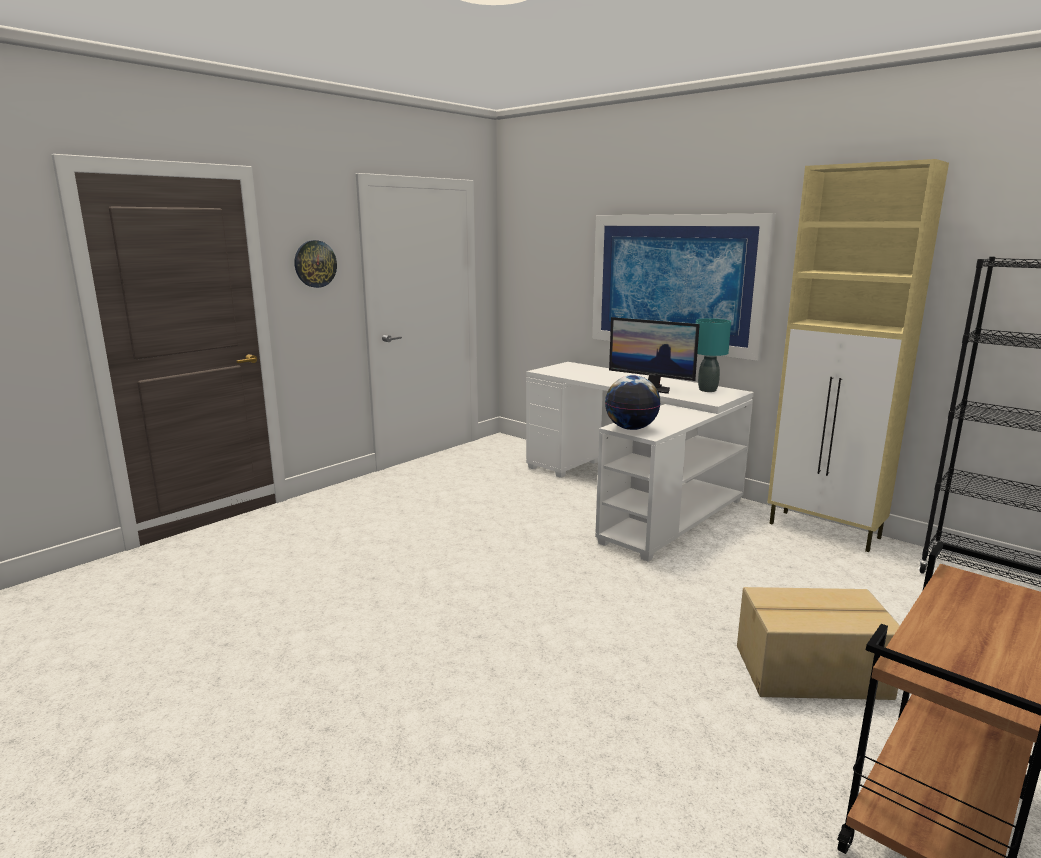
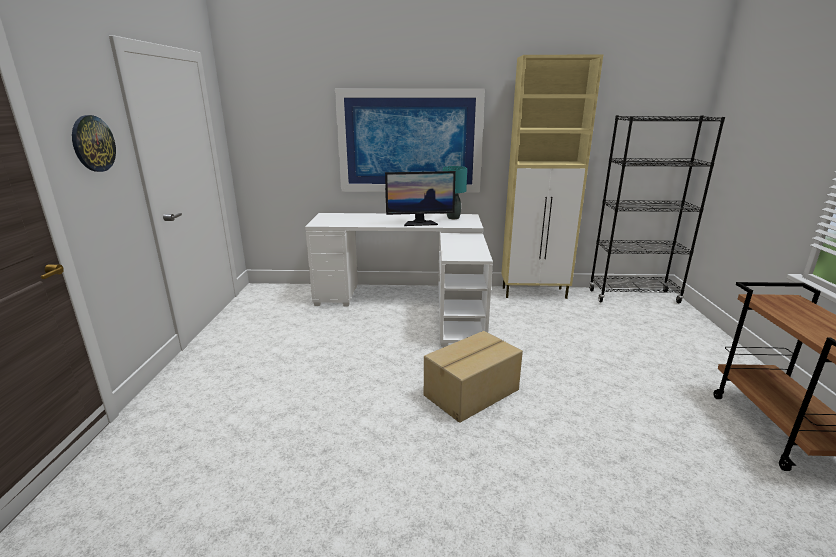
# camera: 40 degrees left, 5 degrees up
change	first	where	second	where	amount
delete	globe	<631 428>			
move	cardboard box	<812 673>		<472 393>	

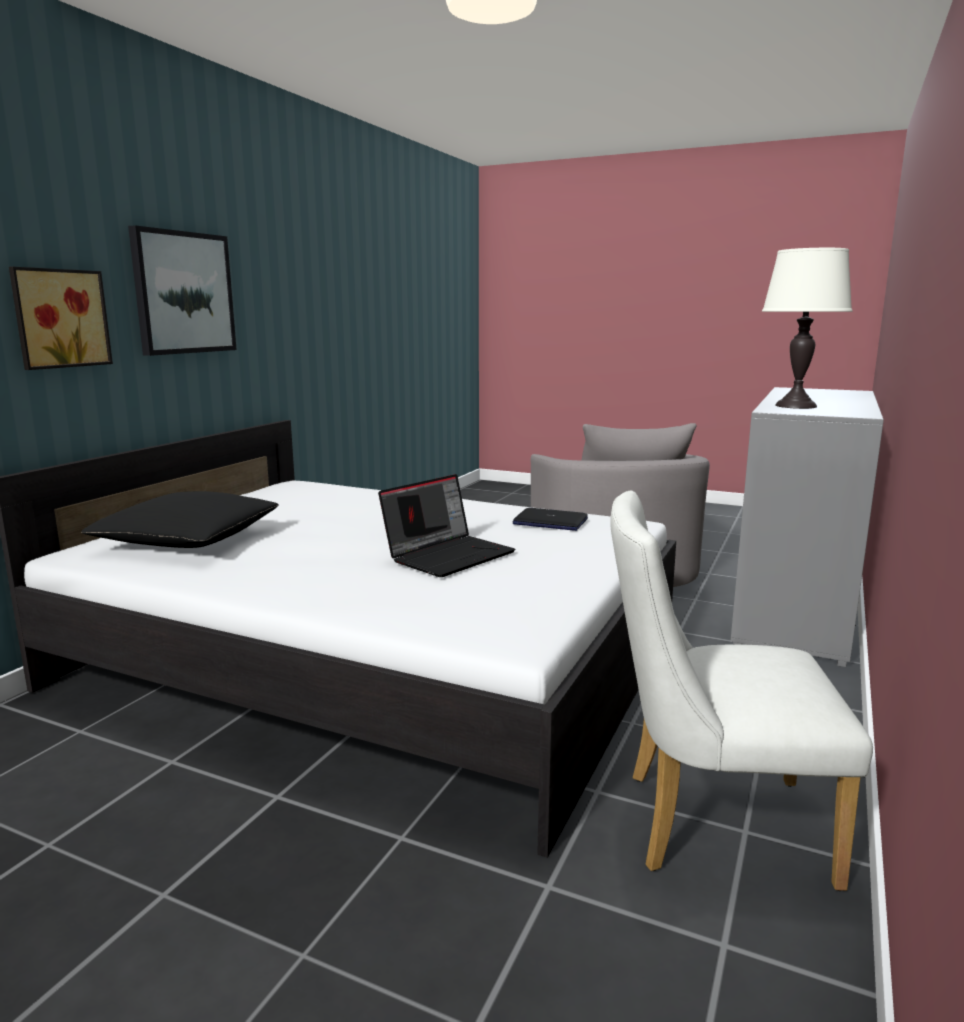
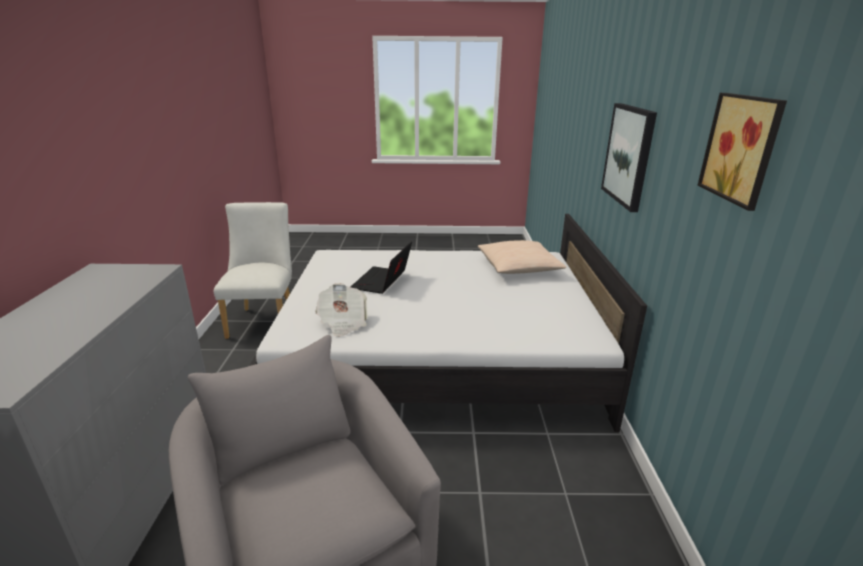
# camera: 155 degrees right, 10 degrees up
change	first	where	second	where	amount
delete	table lamp in white	<795 406>			
move	picture	<59 318>		<743 148>	
replace	laptop	<550 521>	newspaper	<343 322>	
recolor	pillow in black	<188 540>	pillow in beige	<519 267>	
rotate	chair in white	<708 825>		<264 320>	75 degrees counterclockwise

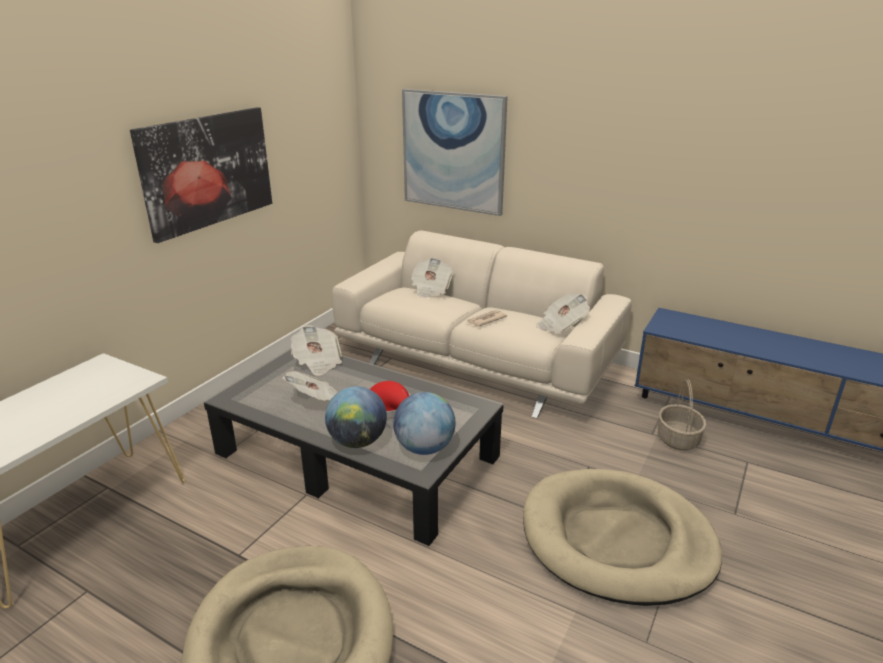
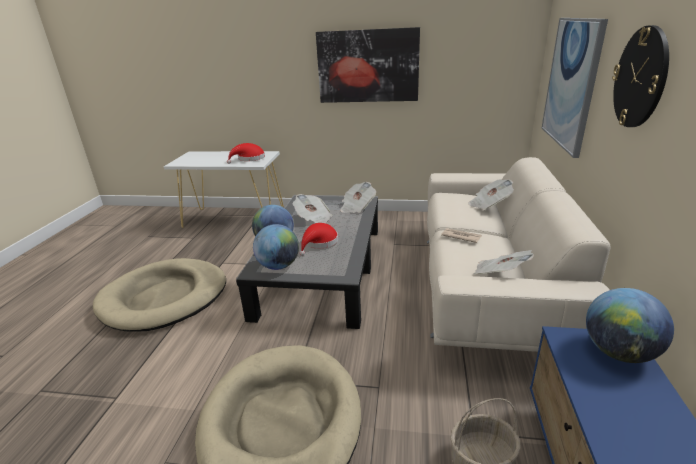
# camera: 70 degrees right, 0 degrees up
change	first	where	second	where	amount
insert			hat in red	<249 159>	
insert			globe	<618 352>	
insert			wall clock	<640 78>	

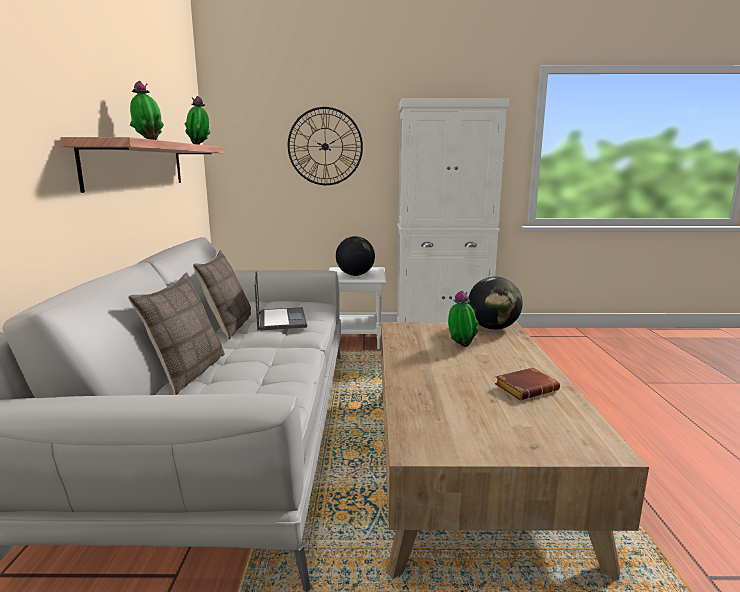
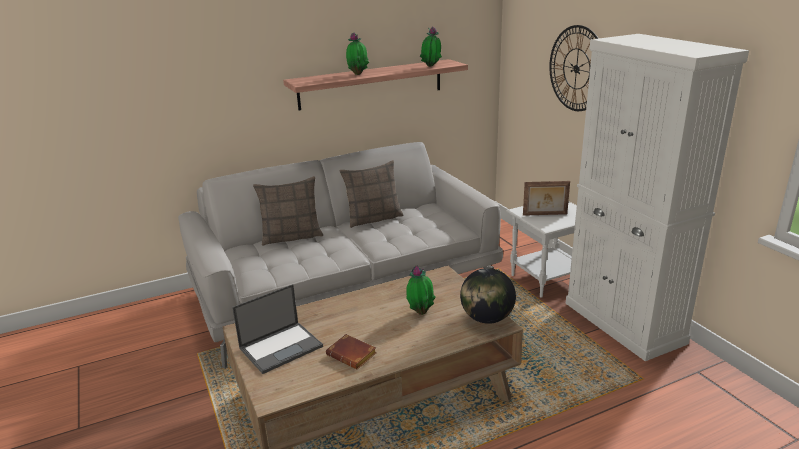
# camera: 65 degrees right, 10 degrees up
change	first	where	second	where	amount
move	laptop	<281 319>		<281 347>	
replace	globe	<355 275>	picture frame	<545 215>	

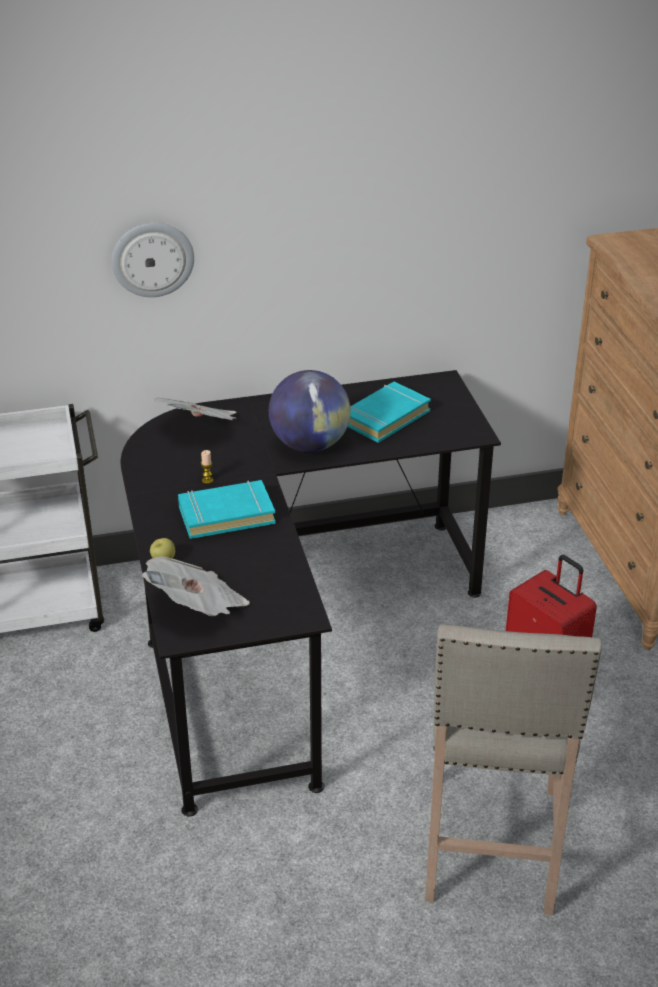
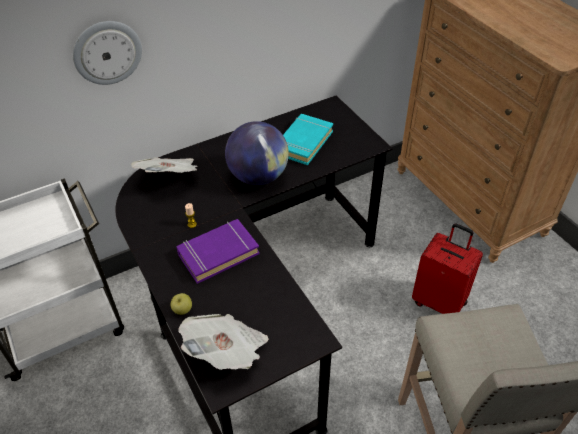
# camera: 15 degrees left, 10 degrees up
change	first	where	second	where	amount
recolor	book in turquoise	<226 515>	book in purple	<218 254>	

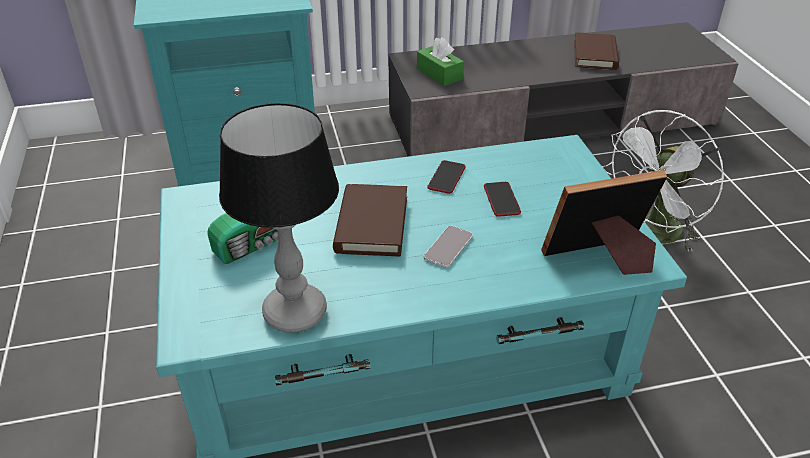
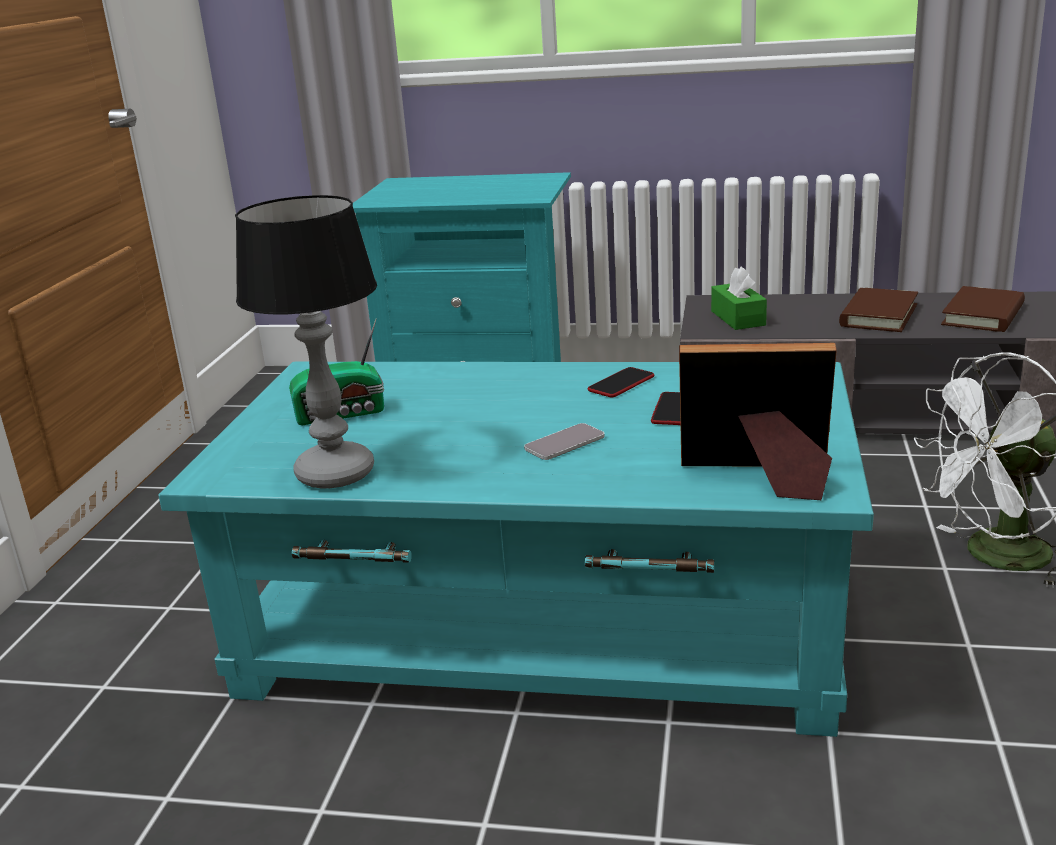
# camera: 25 degrees right, 15 degrees down
change	first	where	second	where	amount
move	book in brown	<371 224>		<878 315>	

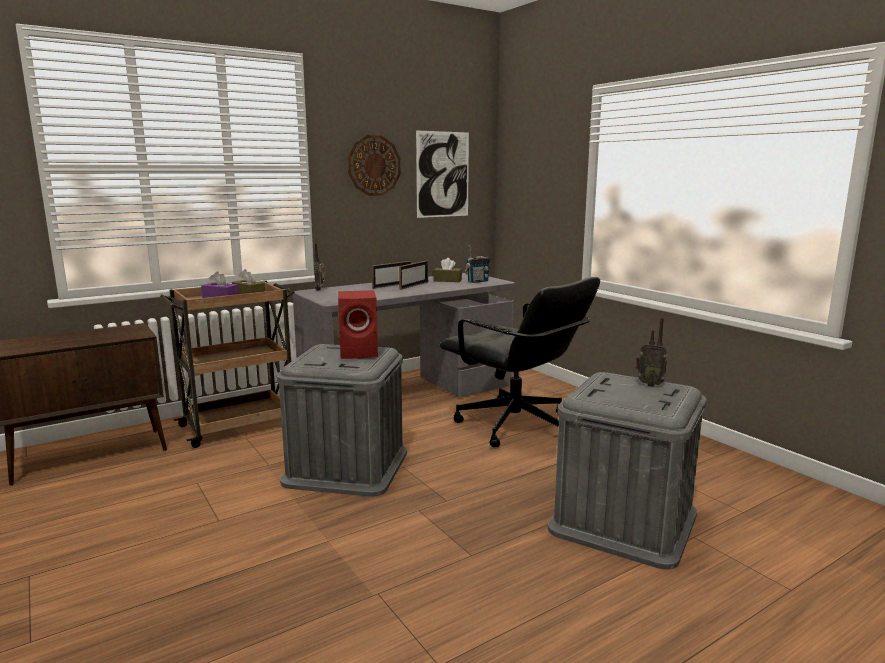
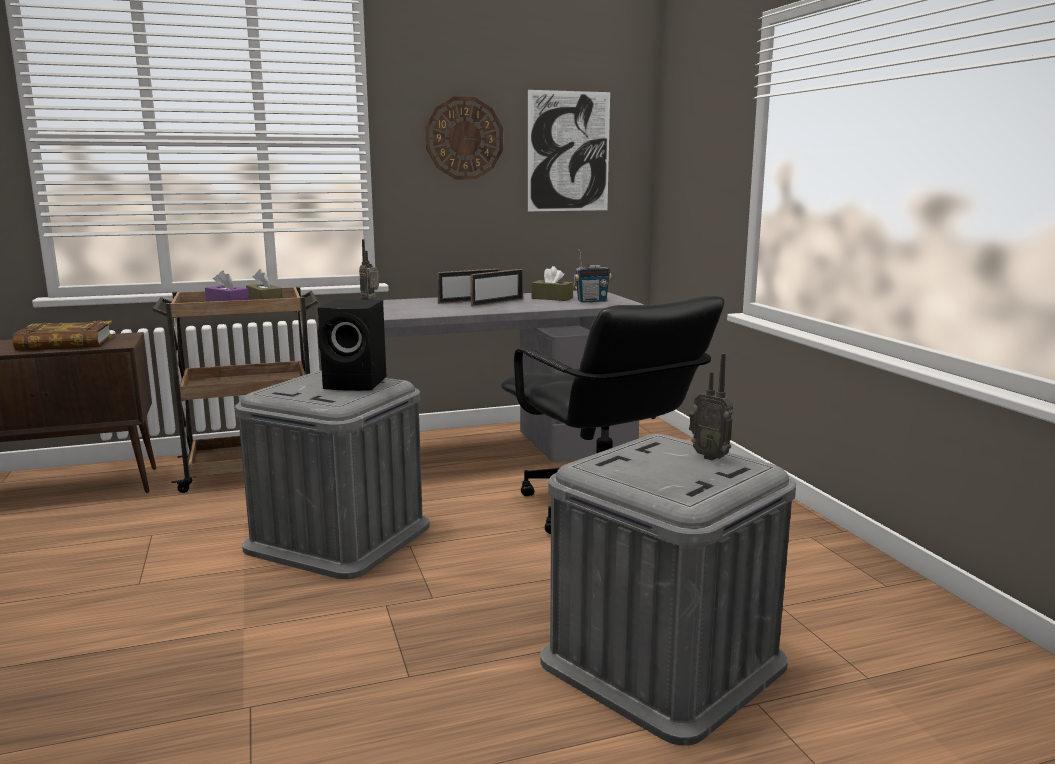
# camera: 15 degrees right, 0 degrees up
change	first	where	second	where	amount
insert			book	<65 343>	
recolor	speaker in red	<360 352>	speaker in black	<357 383>	

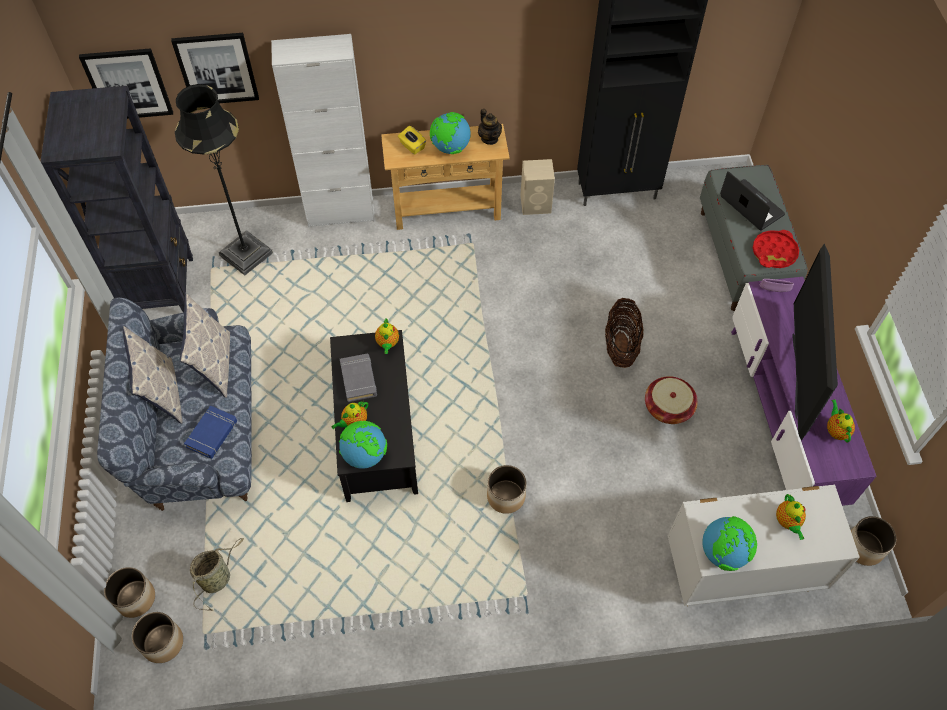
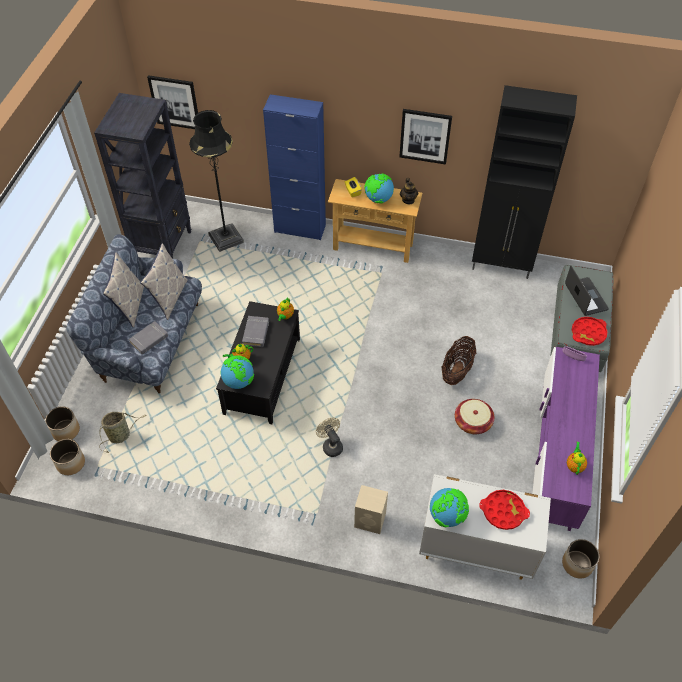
# camera: 20 degrees right, 5 degrees down
change	first	where	second	where	amount
delete	television	<796 374>			
move	picture	<216 68>		<425 136>	
move	speaker in beige	<536 204>		<371 520>	
replace	planter	<506 497>	fan in beige	<331 445>	
replace	teapot	<787 522>	tray in red	<503 511>	
recolor	book in blue	<212 434>	book in grey	<149 339>	
recolor	cabinet in white	<340 212>	cabinet in blue	<300 228>	

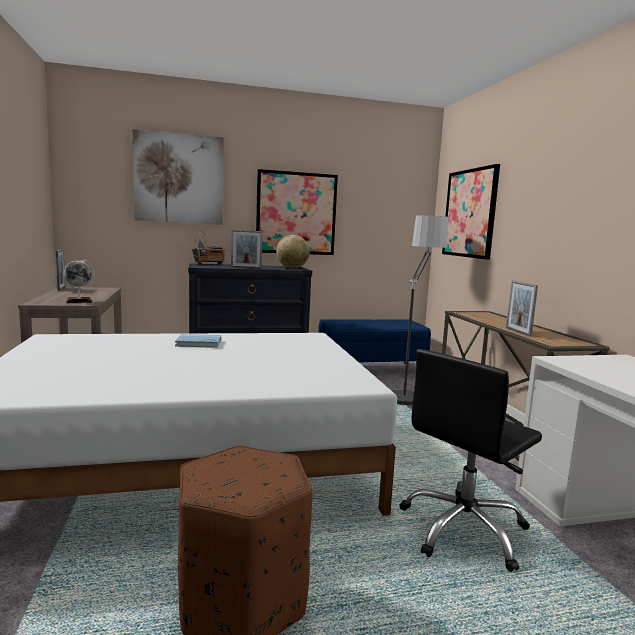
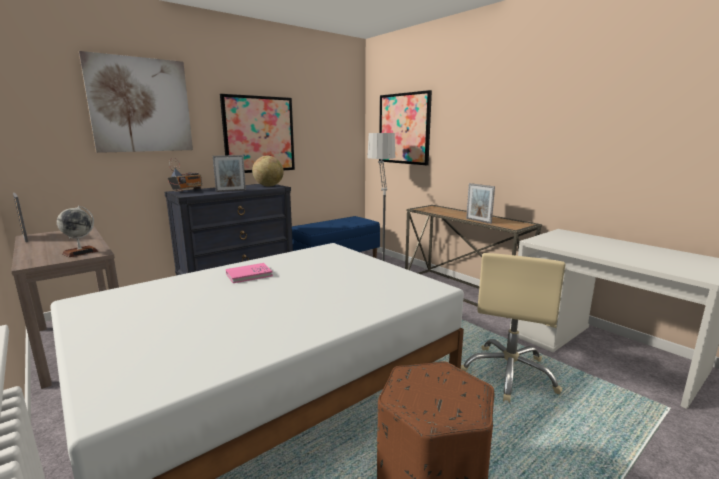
# camera: 25 degrees left, 5 degrees up
change	first	where	second	where	amount
recolor	book in blue	<198 343>	book in pink	<249 275>	
recolor	office chair in black	<464 529>	office chair in beige	<509 374>	

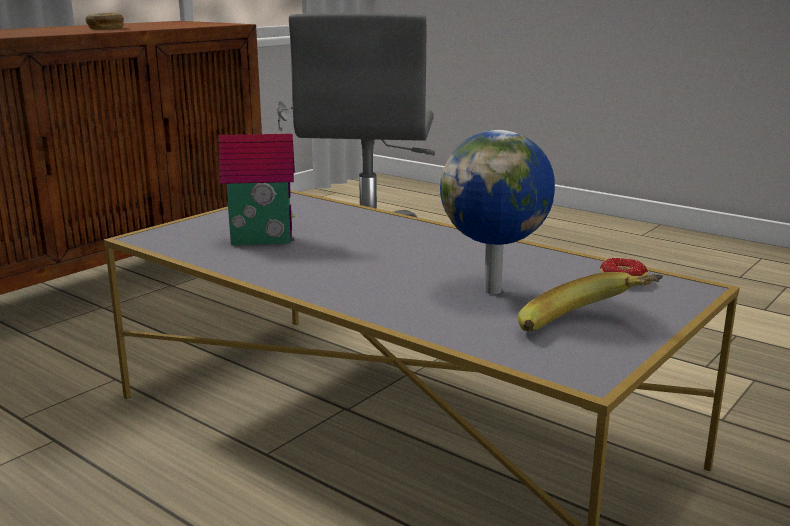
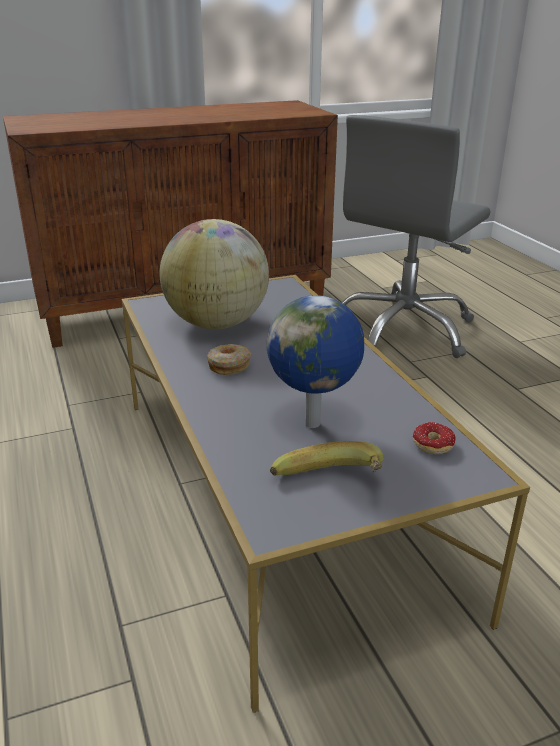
# camera: 30 degrees right, 10 degrees up
change	first	where	second	where	amount
move	donut	<105 28>		<229 365>	
replace	toy house	<262 239>	globe	<216 323>	

